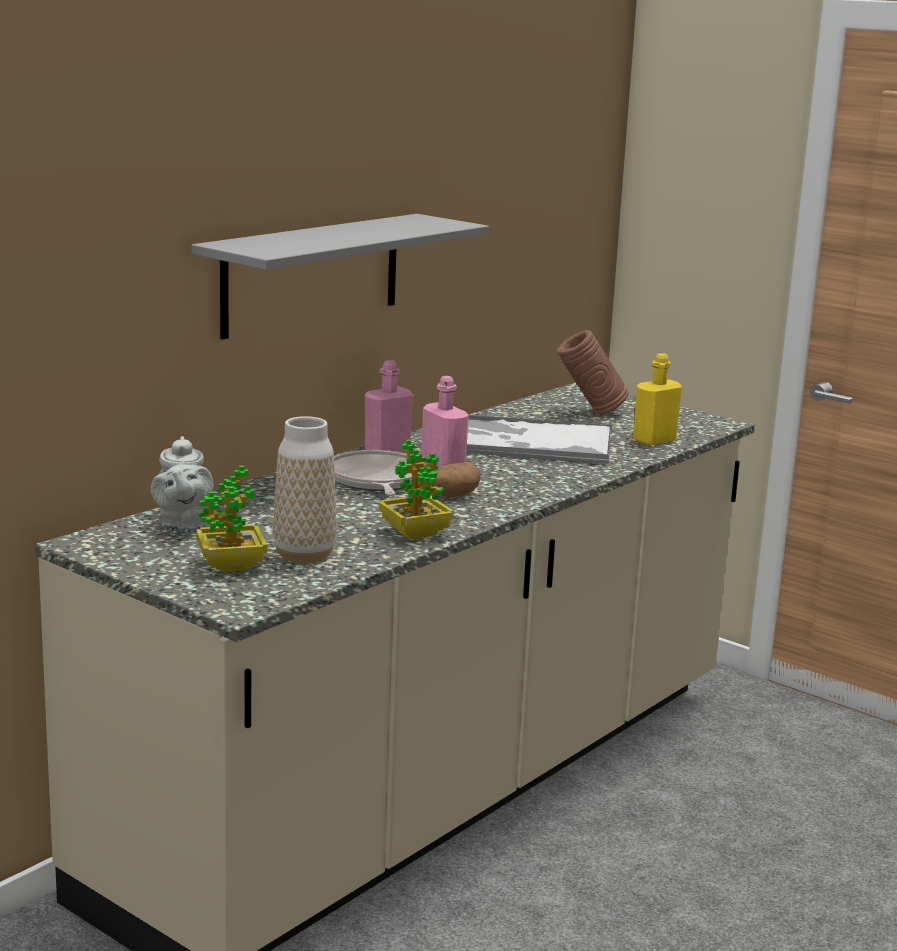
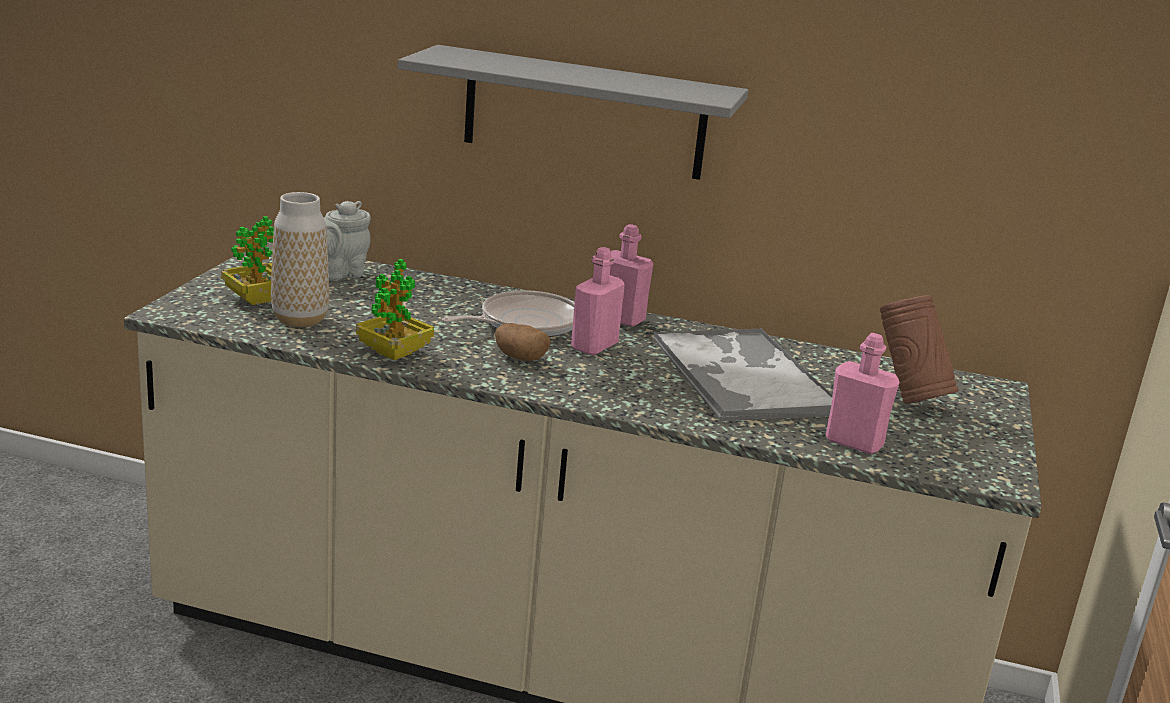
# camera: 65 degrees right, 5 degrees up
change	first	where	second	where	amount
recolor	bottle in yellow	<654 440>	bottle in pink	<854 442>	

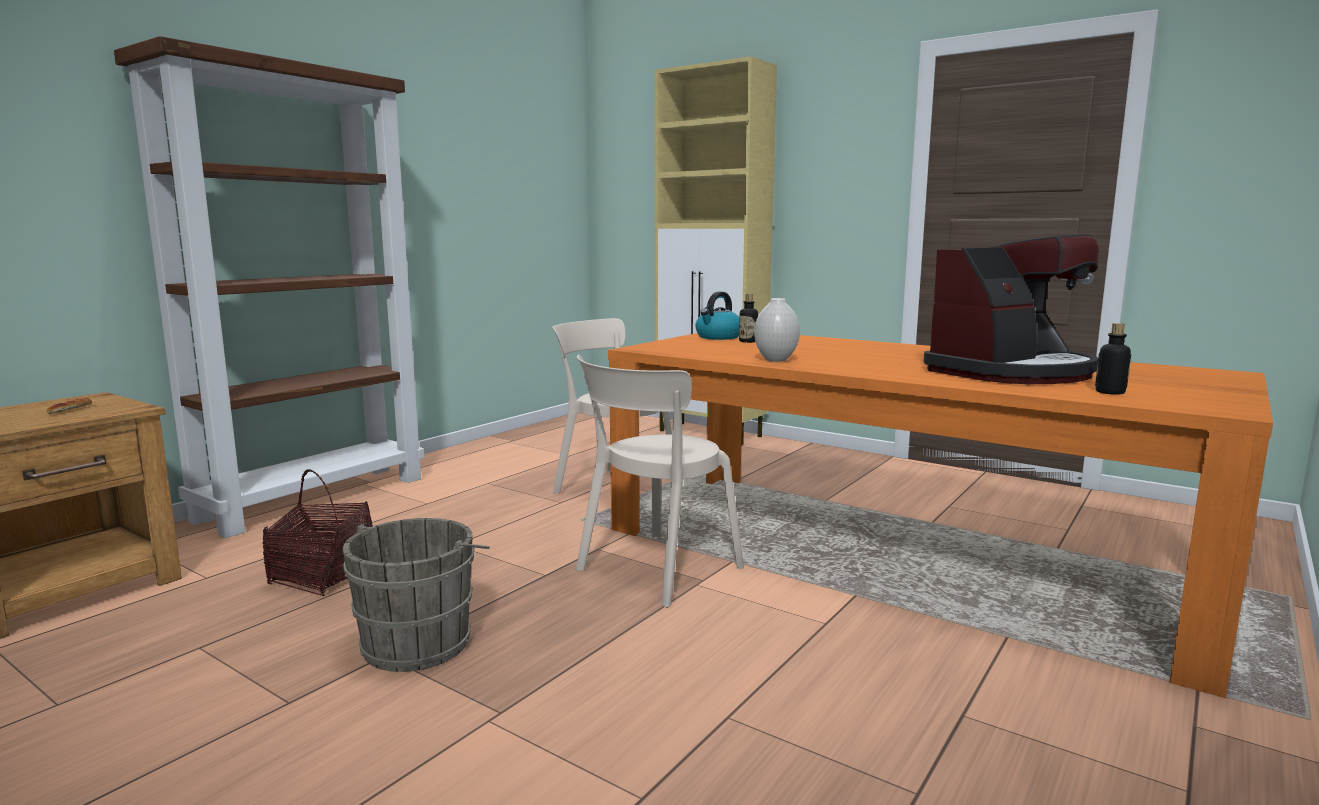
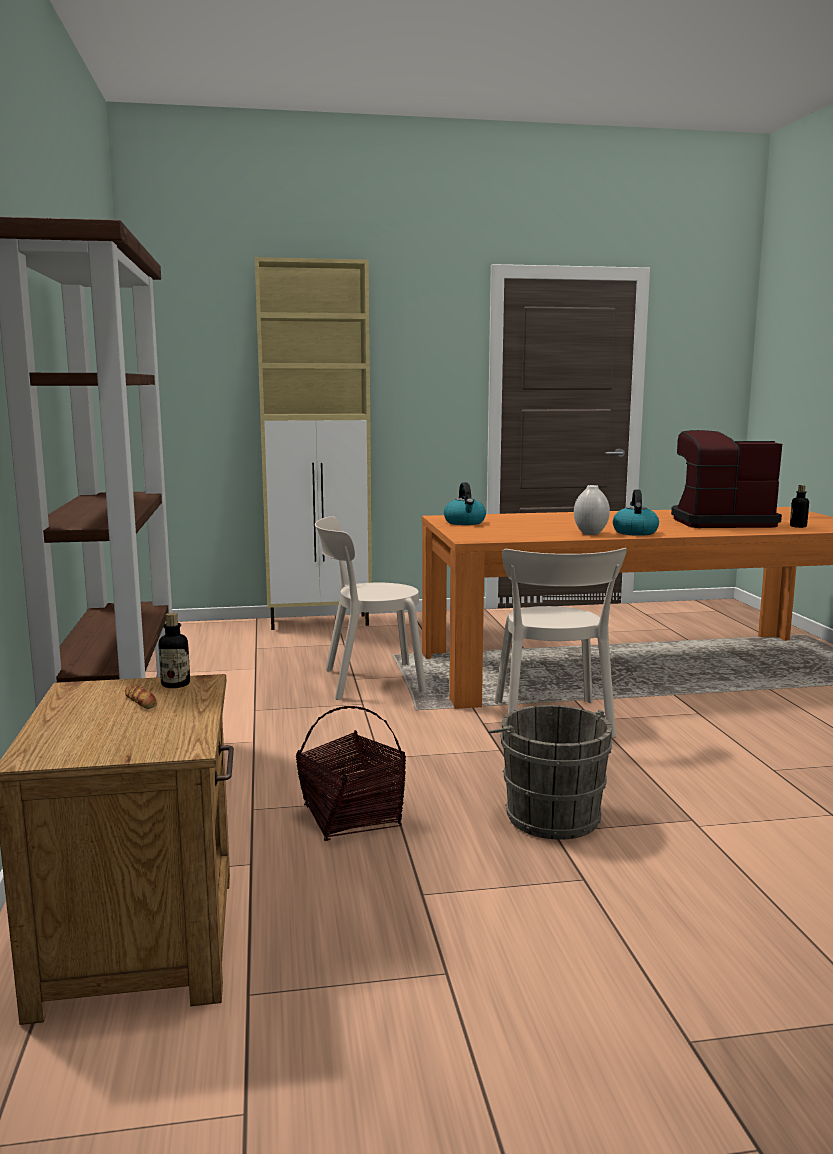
# camera: 45 degrees left, 0 degrees up
change	first	where	second	where	amount
insert			kettle	<634 532>	
move	bottle	<748 341>		<175 684>	
rotate	coffee machine	<1011 372>		<720 522>	105 degrees counterclockwise

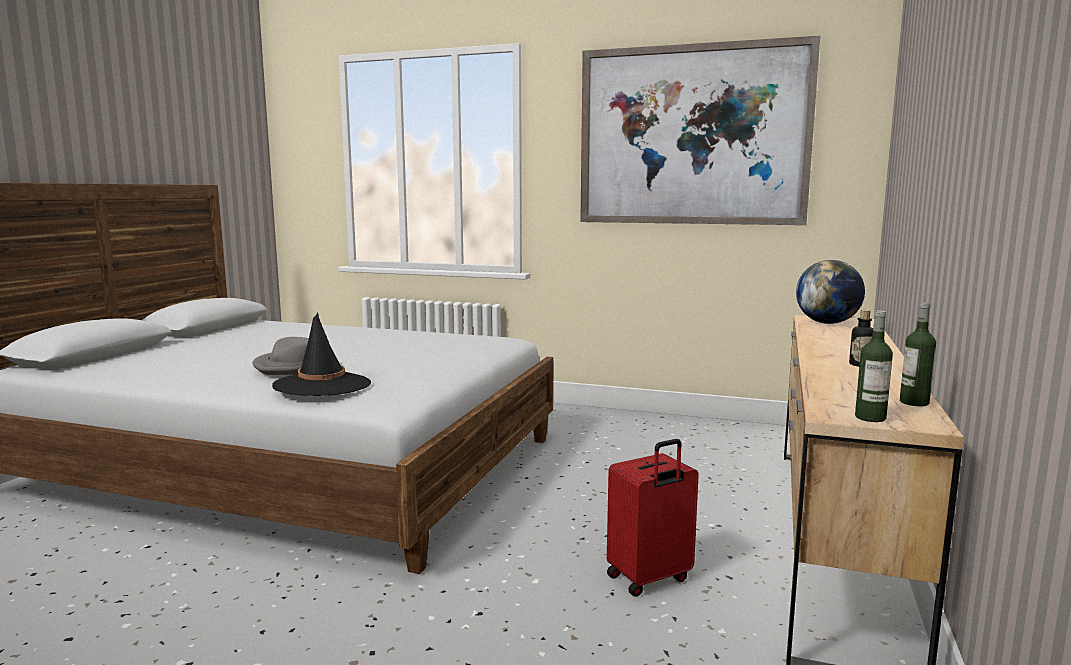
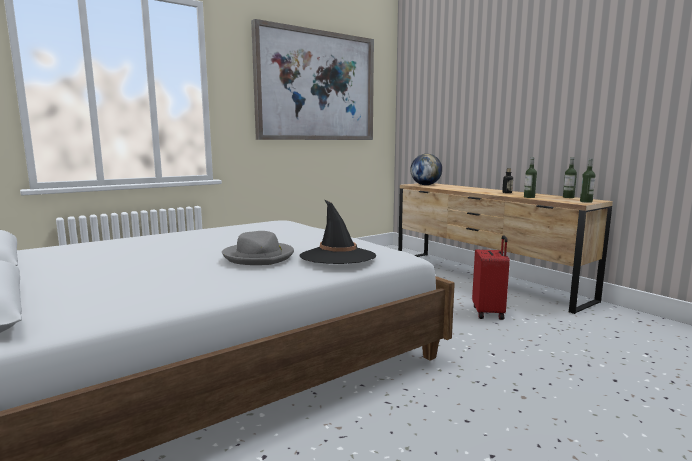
# camera: 55 degrees left, 0 degrees up
change	first	where	second	where	amount
insert			bottle	<529 197>	

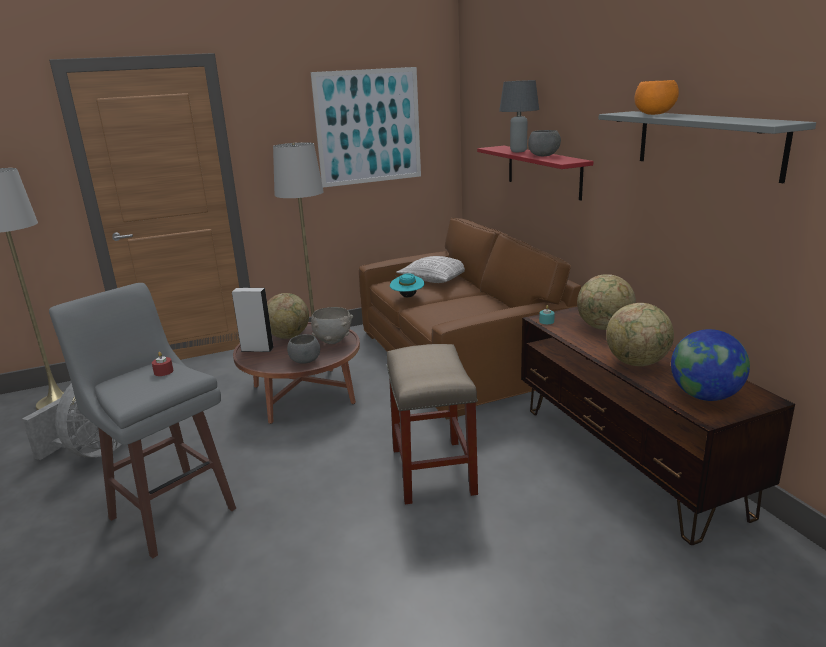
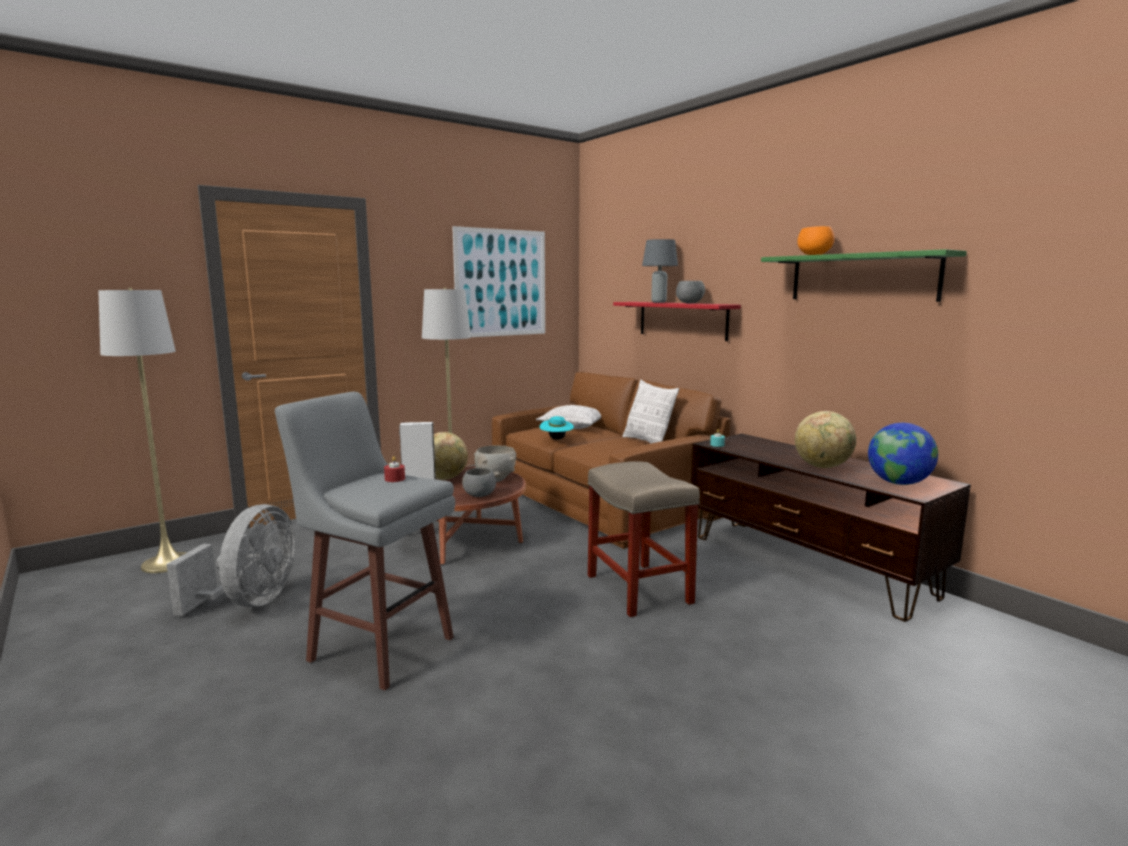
# camera: 15 degrees left, 10 degrees down
change	first	where	second	where	amount
delete	globe	<604 328>			
insert			pillow	<648 442>	
recolor	shelf in grey	<707 143>	shelf in green	<862 277>	

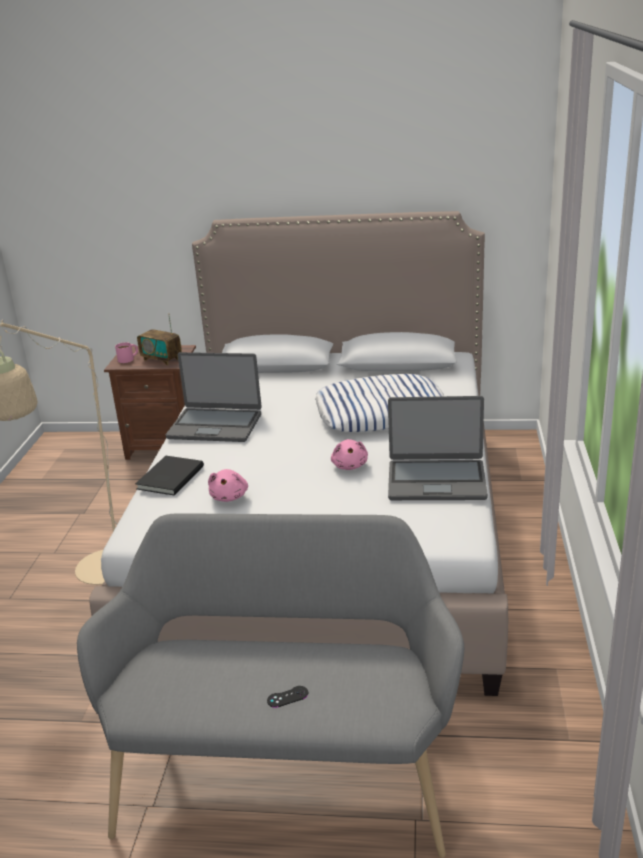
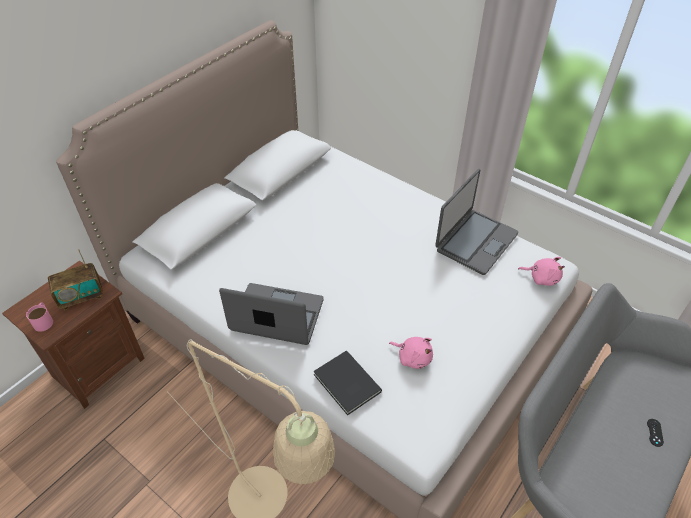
# camera: 60 degrees left, 20 degrees up
change	first	where	second	where	amount
delete	pillow	<380 413>			
move	plush toy in pink	<350 465>		<542 278>	
rotate	laptop	<215 426>		<277 316>	120 degrees counterclockwise

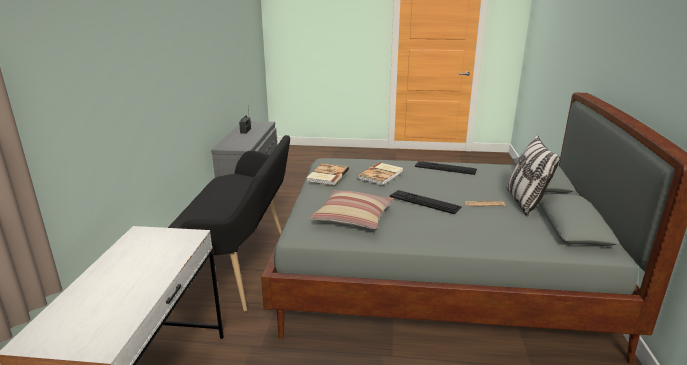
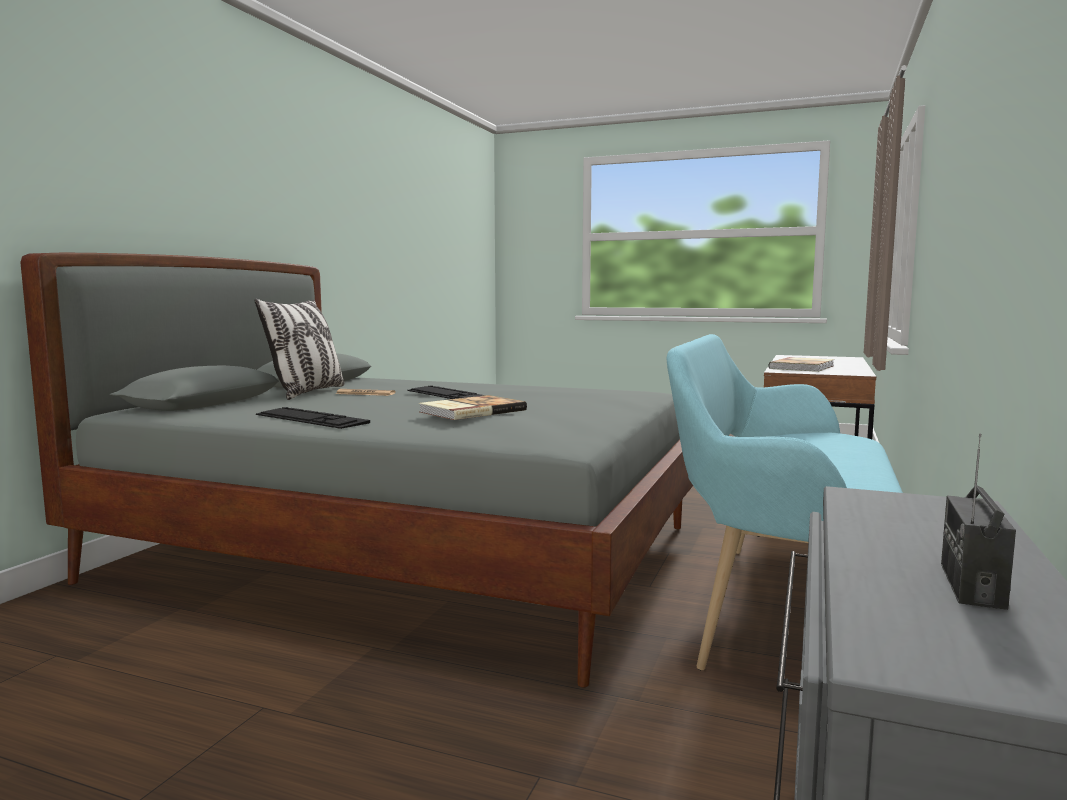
# camera: 165 degrees left, 15 degrees down
change	first	where	second	where	amount
delete	pillow	<352 217>			
move	book	<327 175>		<803 367>	
recolor	bench in black	<241 266>	bench in turquoise	<778 608>	

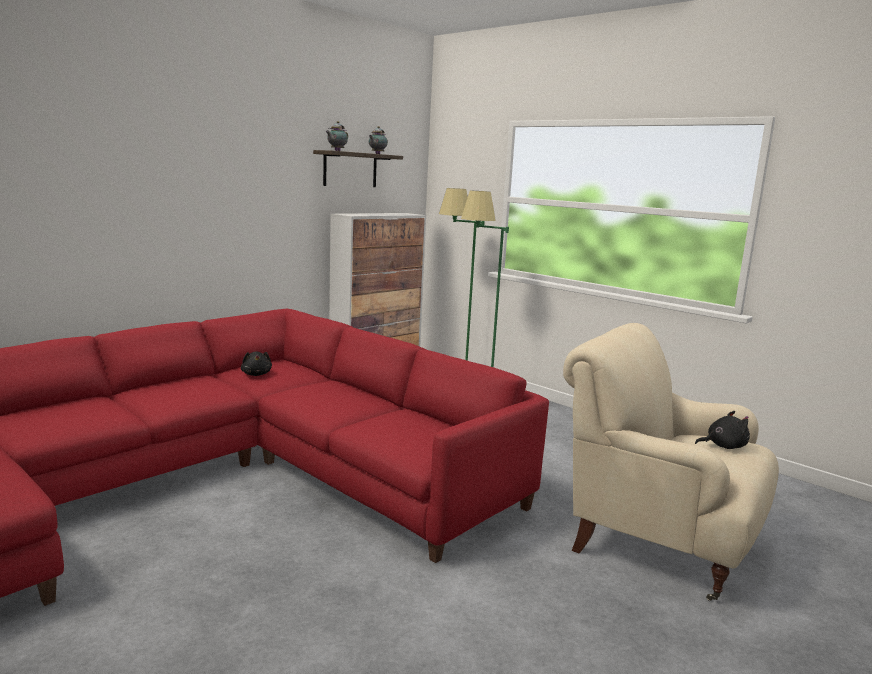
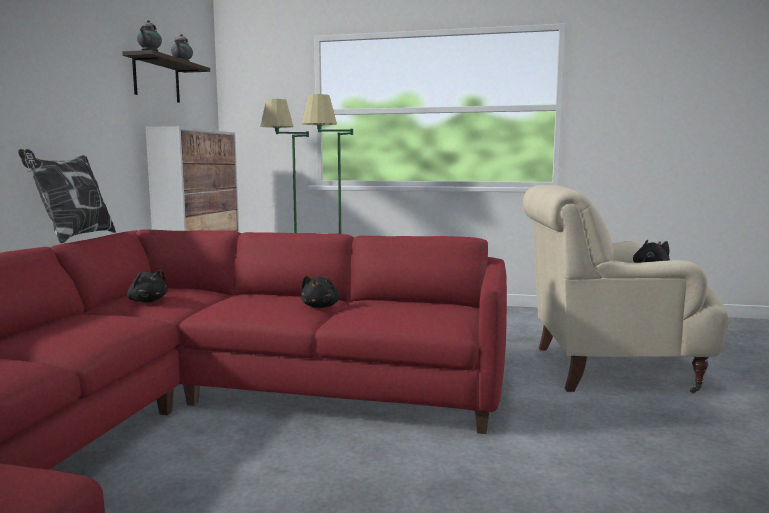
# camera: 30 degrees left, 5 degrees down
change	first	where	second	where	amount
insert			pillow	<75 238>	
insert			plush toy in black	<321 306>	

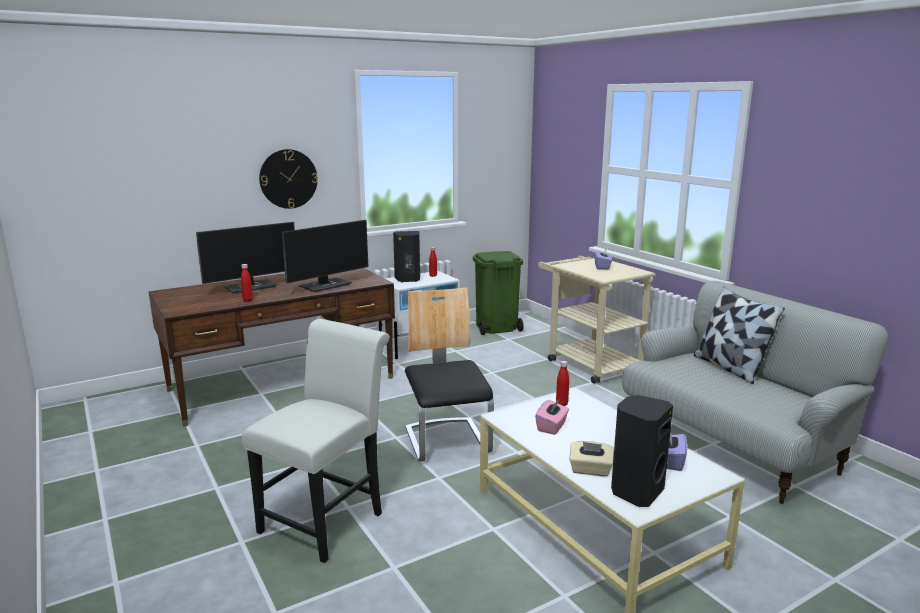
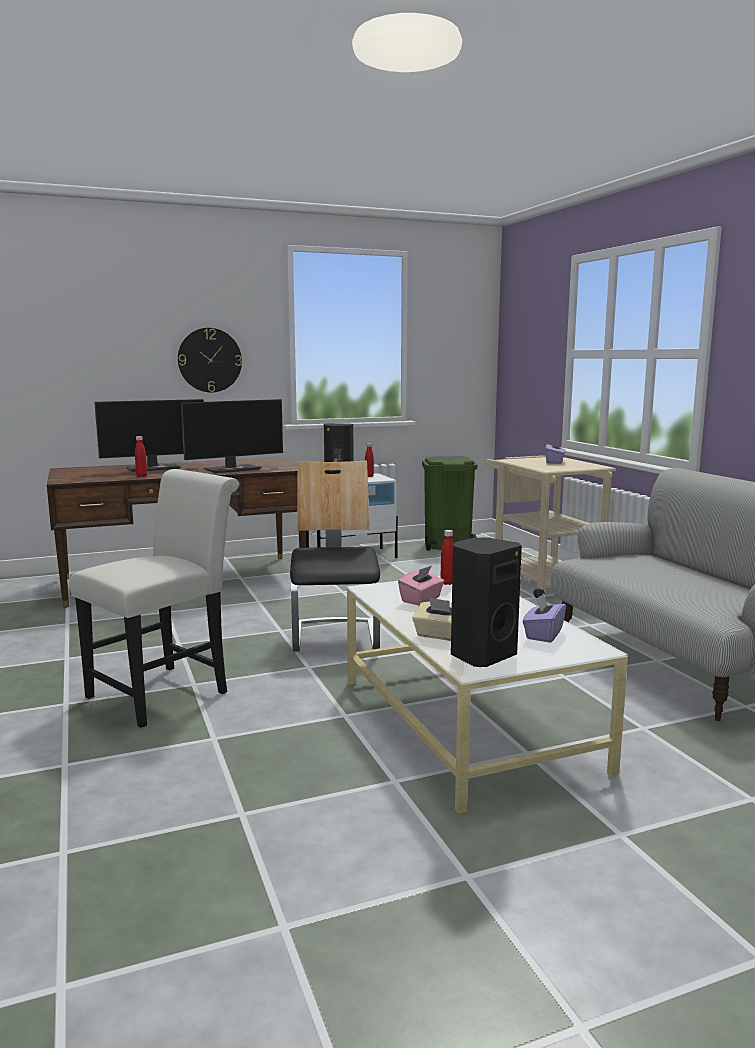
# camera: 10 degrees right, 5 degrees down
change	first	where	second	where	amount
delete	pillow	<729 368>			

